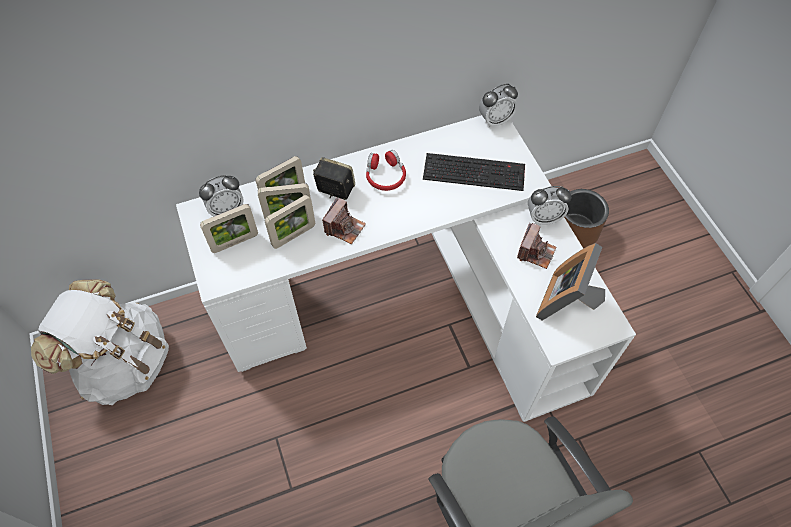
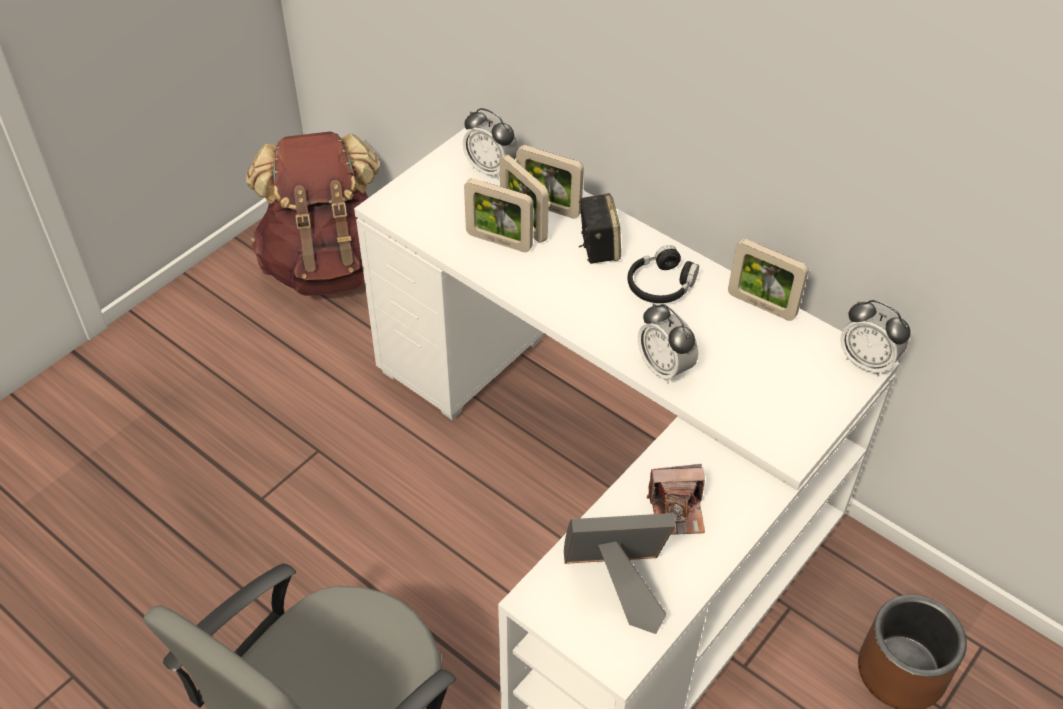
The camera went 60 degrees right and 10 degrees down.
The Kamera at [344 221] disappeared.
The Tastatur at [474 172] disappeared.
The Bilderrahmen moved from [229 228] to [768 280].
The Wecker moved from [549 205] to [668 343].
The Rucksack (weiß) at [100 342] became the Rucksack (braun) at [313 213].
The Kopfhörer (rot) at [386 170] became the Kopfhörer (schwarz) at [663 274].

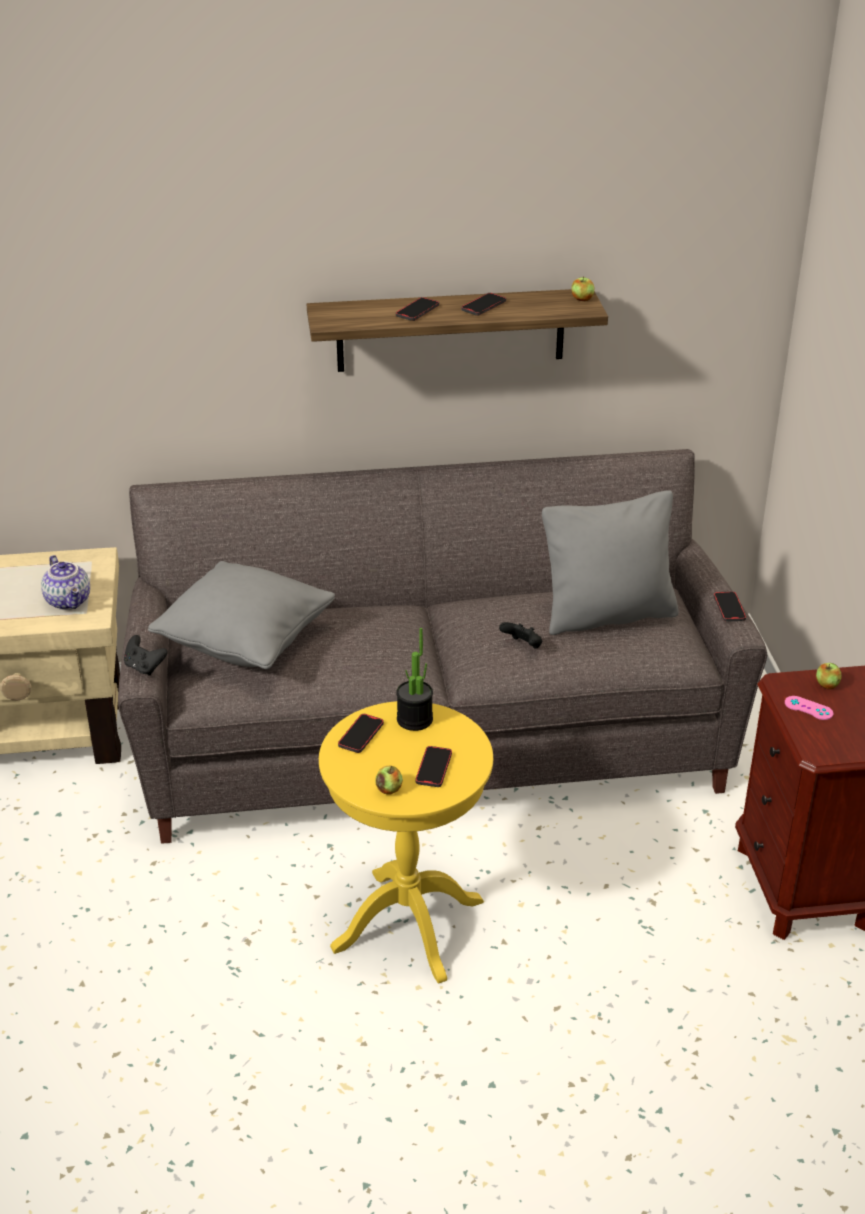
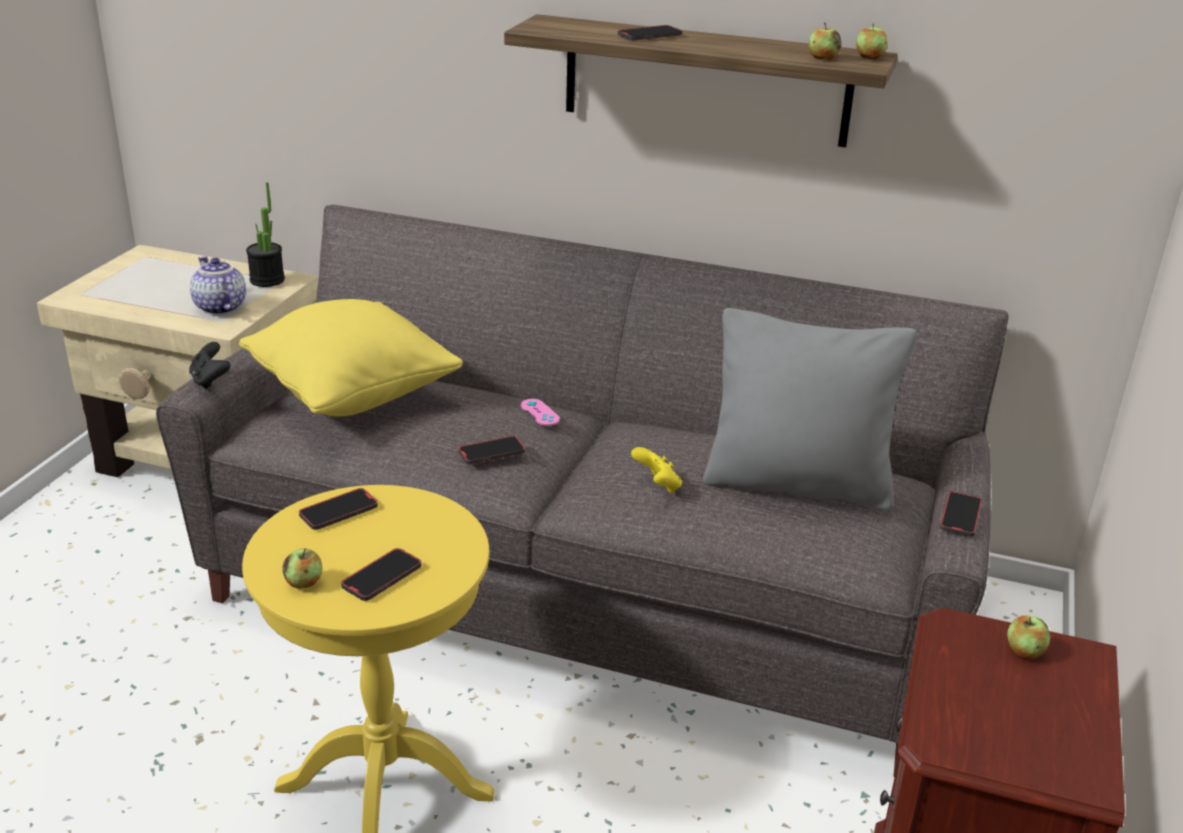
The camera went 25 degrees right and 5 degrees down.
The Apfel at [825 41] appeared.
The Topfpflanze moved from [414 679] to [265 234].
The Handy moved from [483 304] to [491 450].
The Gamepad (rosa) moved from [809 708] to [540 412].
The Kissen (grau) at [241 615] became the Kissen (gelb) at [351 357].
The Gamepad (schwarz) at [520 635] became the Gamepad (gelb) at [656 470].
The Teekanne at [65 582] turned 150 degrees clockwise.

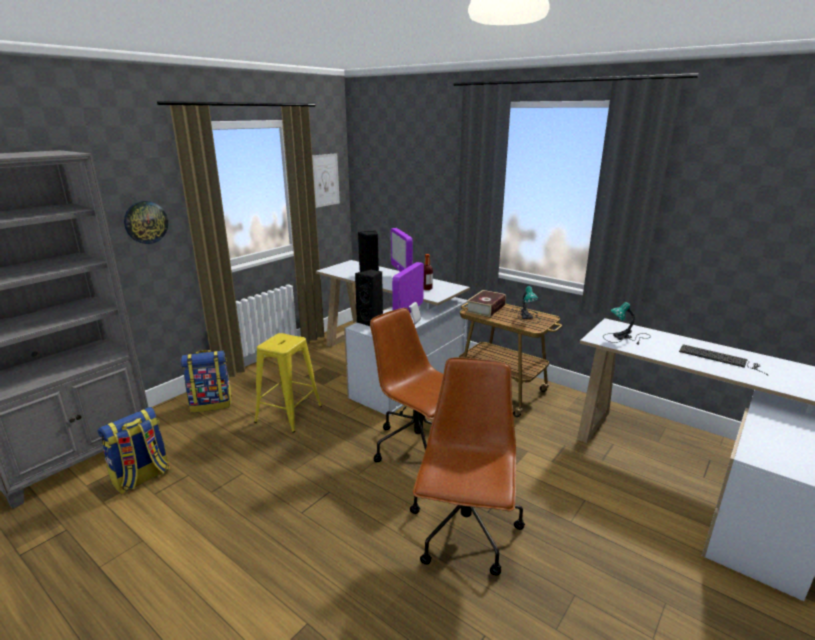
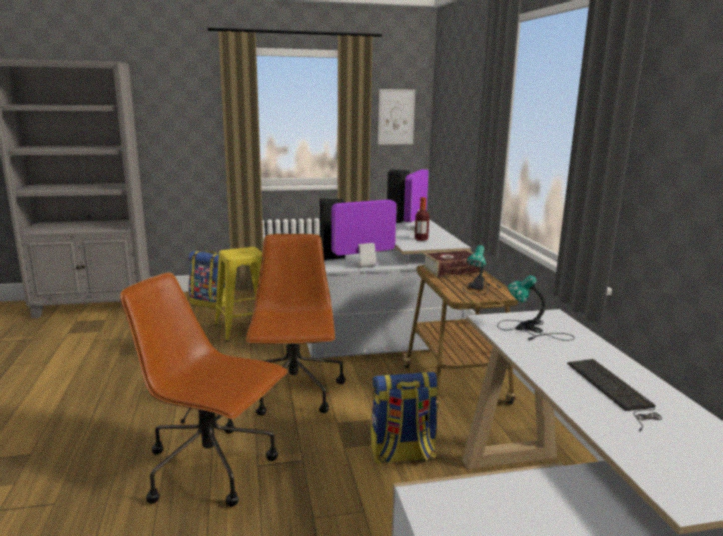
The camera went 40 degrees right and 5 degrees down.
The Wanduhr at [146 222] disappeared.
The Rucksack moved from [133 450] to [405 418].
The Bürostuhl (braun) at [467 466] turned 120 degrees counterclockwise.

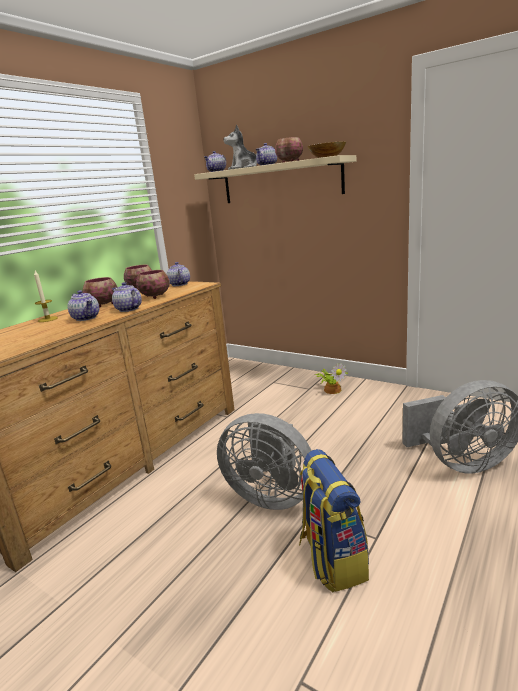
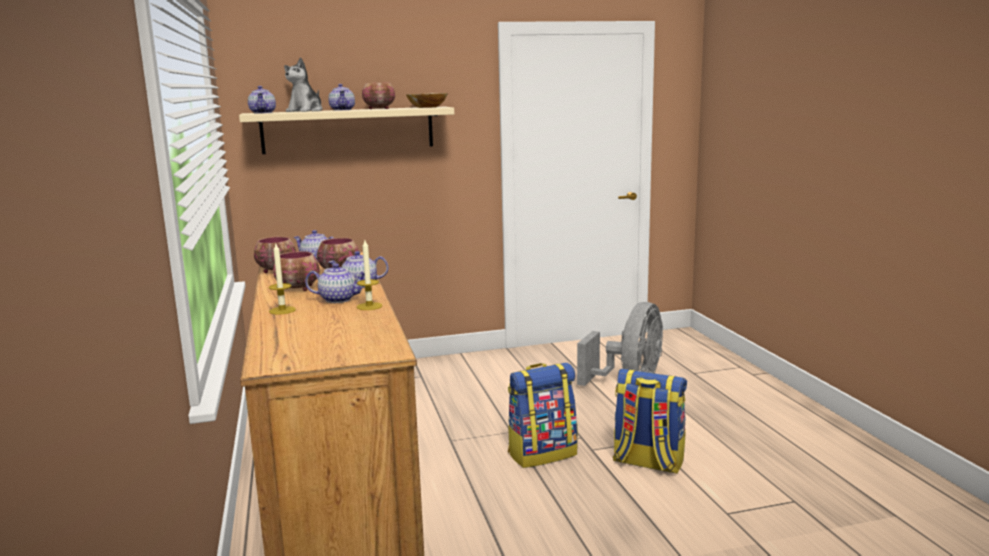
The camera went 50 degrees left and 5 degrees down.
The Topfpflanze at [332 378] disappeared.
The Kerze at [370 275] appeared.
The Ventilator (grau) at [264 461] was replaced by the Rucksack at [543 415].

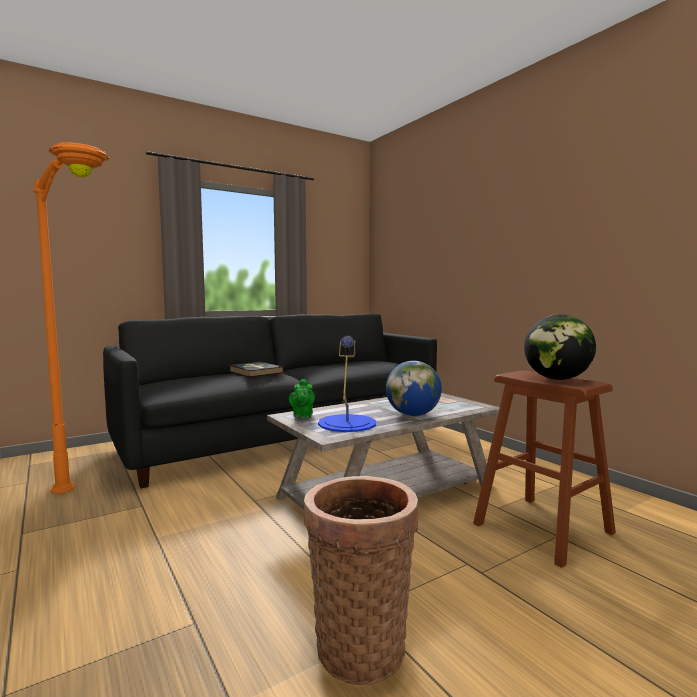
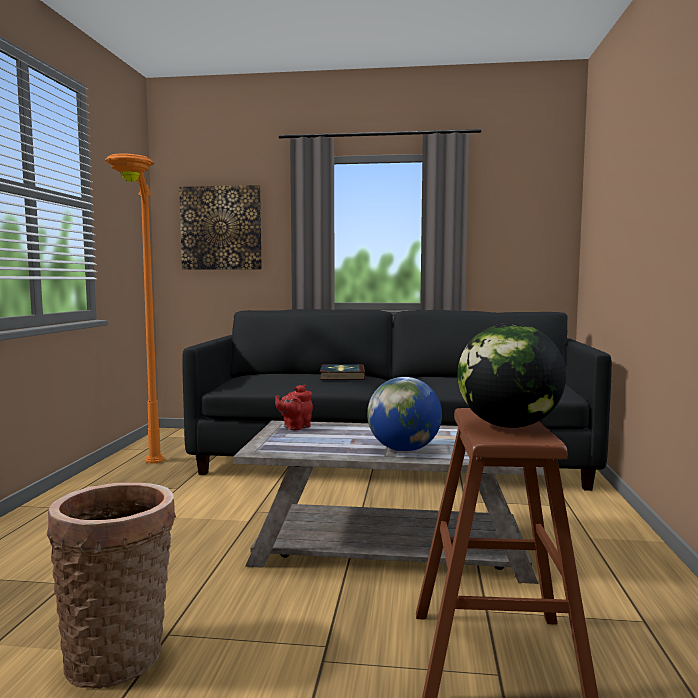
The camera went 40 degrees right and 0 degrees up.
The Tischlampe (blau) at [347 383] disappeared.
The Bild at [220 227] appeared.
The Teekanne (grün) at [302 399] became the Teekanne (rot) at [294 407].

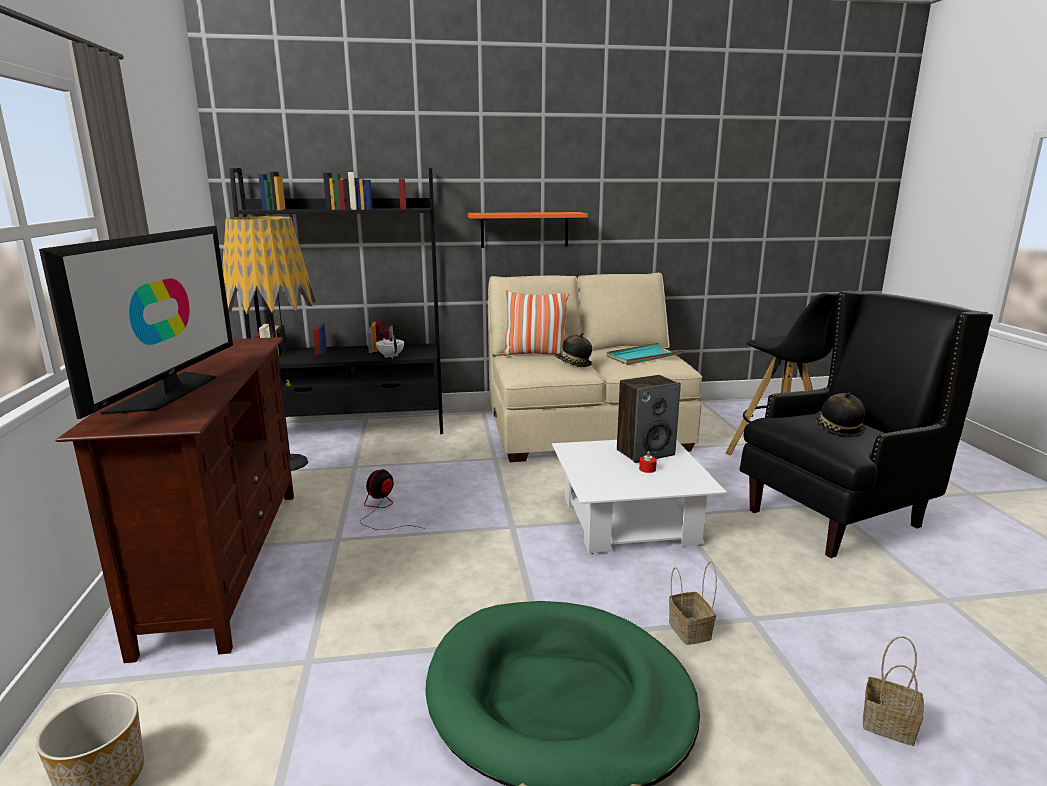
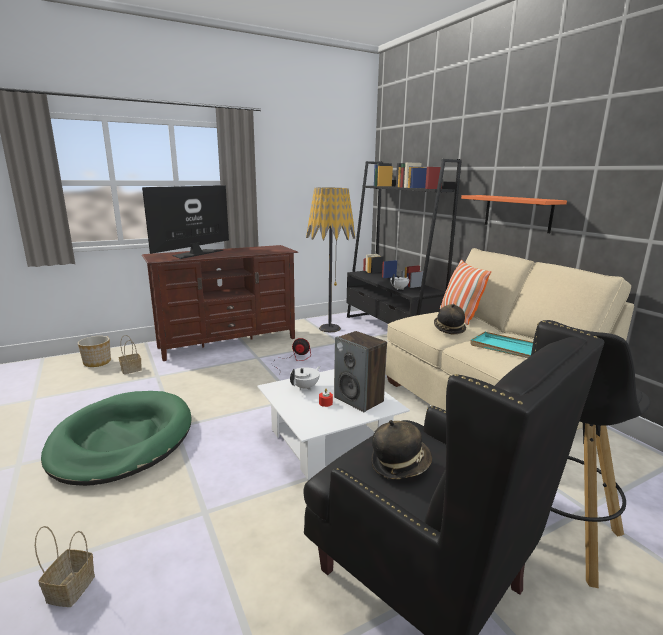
The camera went 70 degrees right and 0 degrees up.
The Teekanne (weiß) at [305 378] appeared.
The Korb moved from [693 603] to [130 354].
The Fernseher at [136 322] turned 135 degrees clockwise.

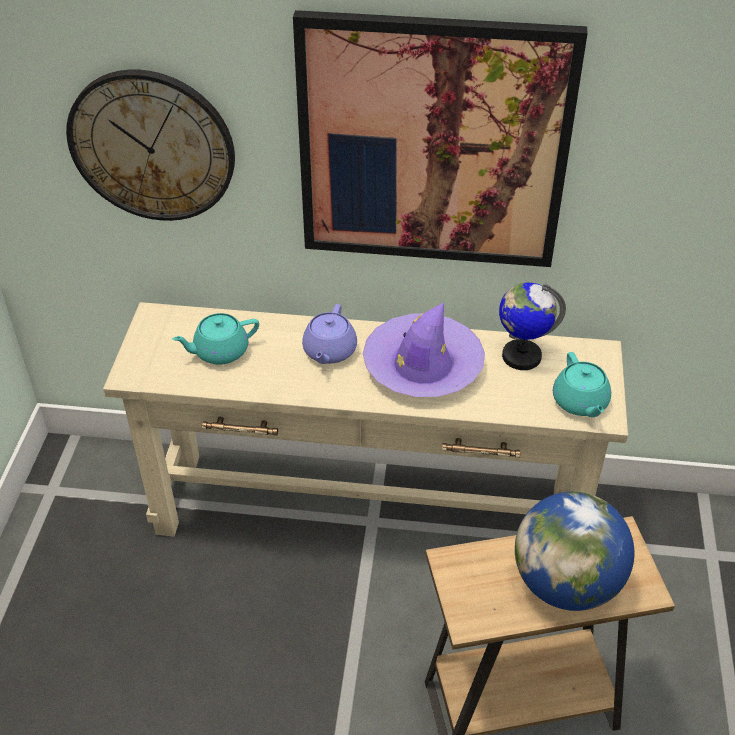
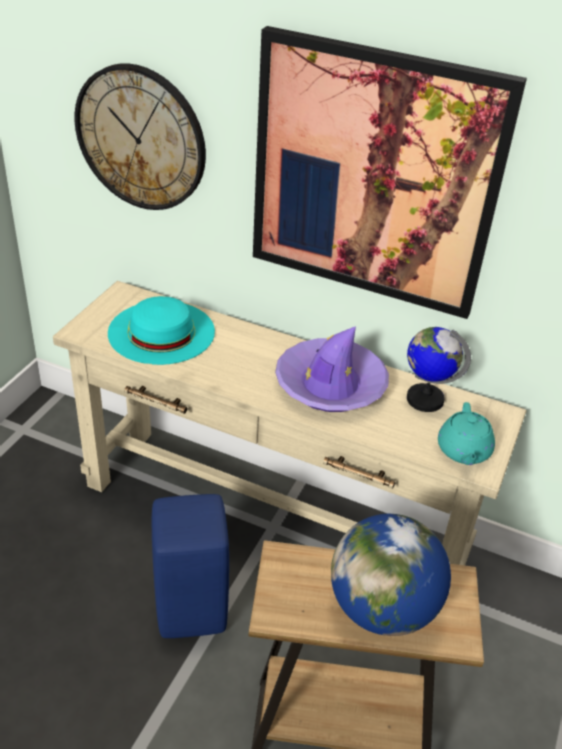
The camera went 15 degrees right and 5 degrees down.
The Teekanne (lila) at [329 334] disappeared.
The Hocker (blau) at [190 566] appeared.
The Teekanne (türkis) at [215 339] was replaced by the Hut (türkis) at [161 330].

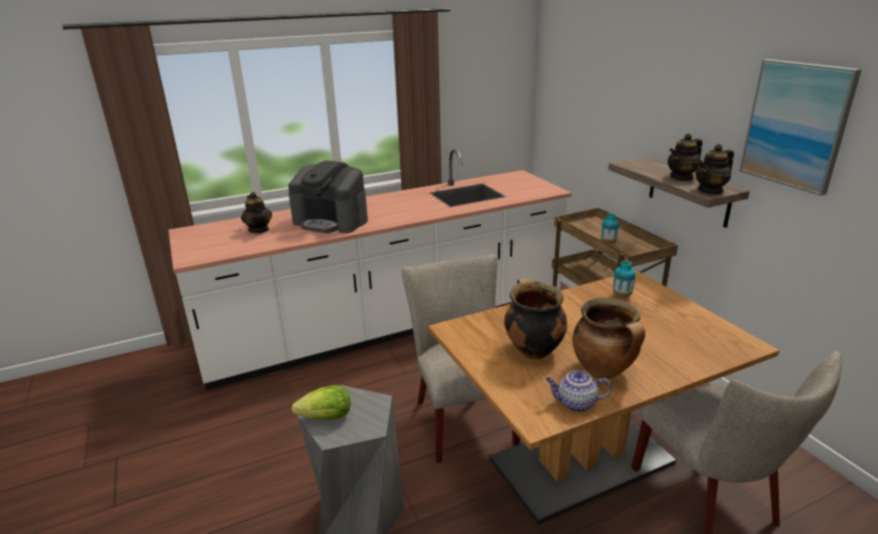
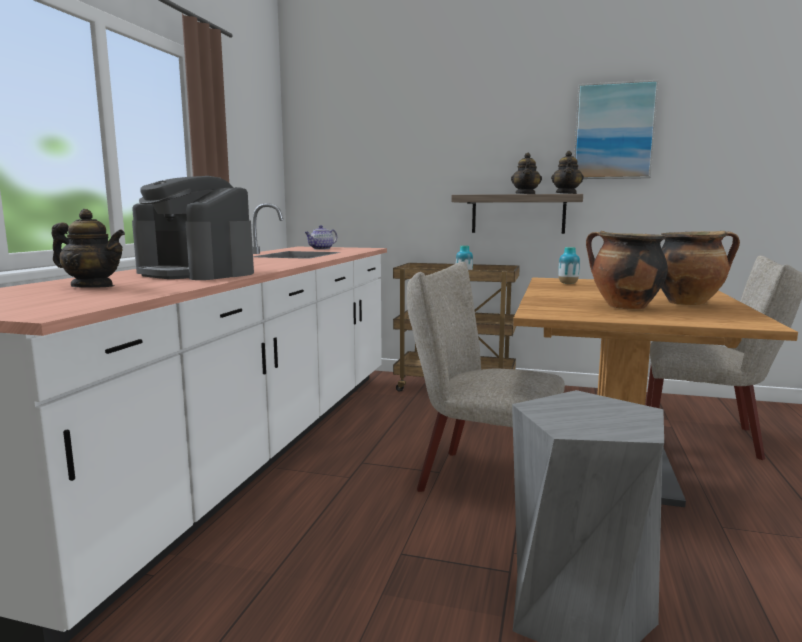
The camera went 50 degrees left and 15 degrees down.
The Salatkopf at [321 402] disappeared.
The Teekanne moved from [579 391] to [320 237].
The Kaffeemaschine at [328 196] turned 60 degrees clockwise.

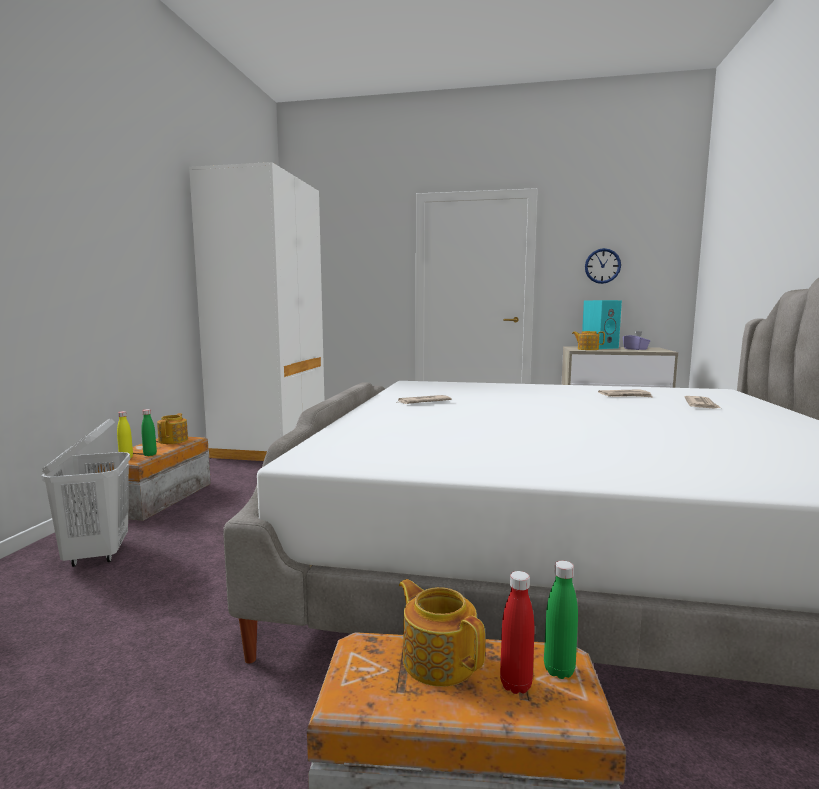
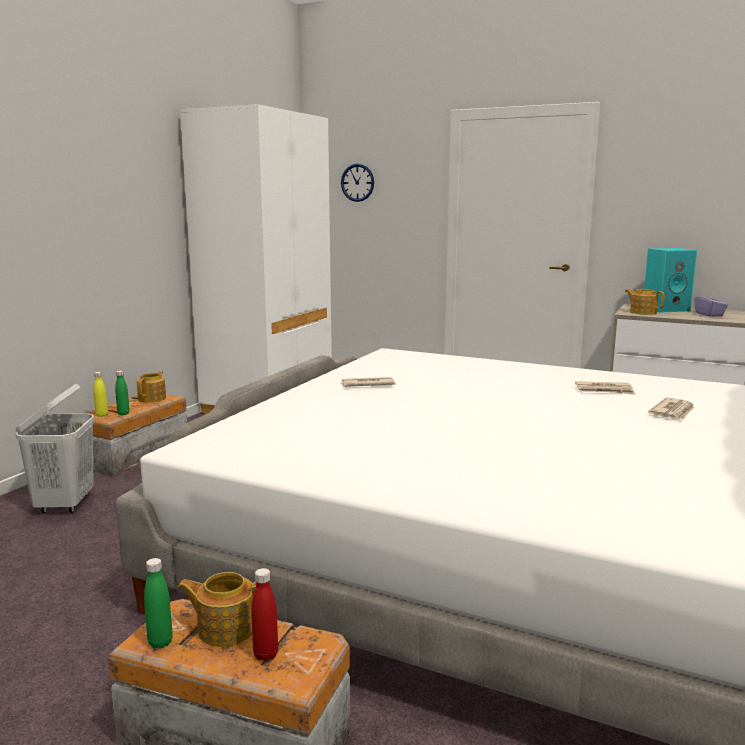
The camera went 15 degrees right and 5 degrees up.
The Flasche (grün) moved from [561 620] to [158 603].
The Wanduhr moved from [603 266] to [357 183].
The Teekanne at [442 632] turned 60 degrees counterclockwise.

